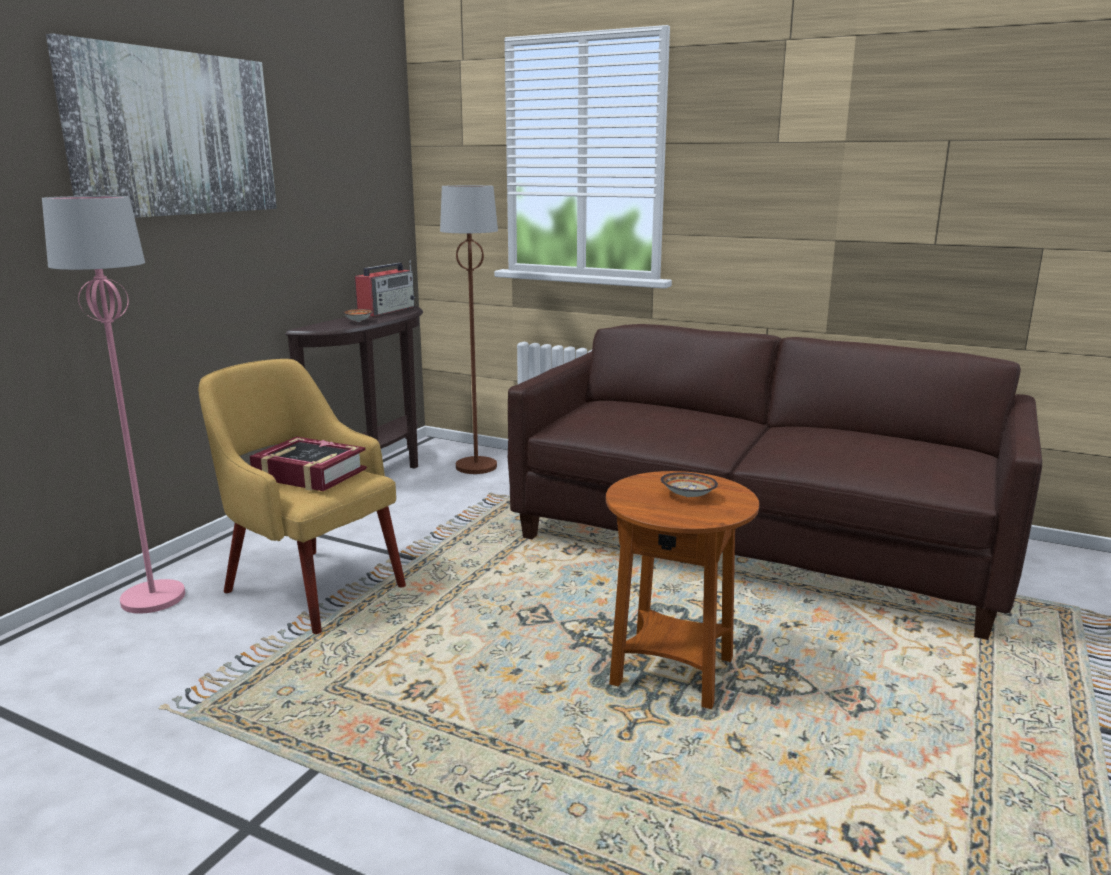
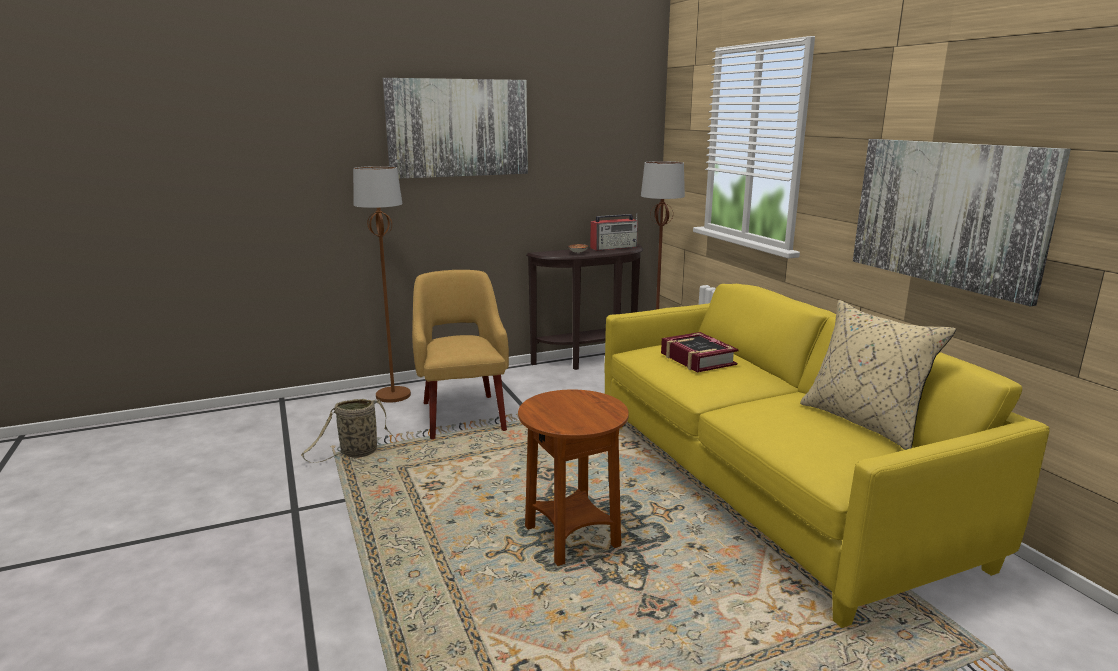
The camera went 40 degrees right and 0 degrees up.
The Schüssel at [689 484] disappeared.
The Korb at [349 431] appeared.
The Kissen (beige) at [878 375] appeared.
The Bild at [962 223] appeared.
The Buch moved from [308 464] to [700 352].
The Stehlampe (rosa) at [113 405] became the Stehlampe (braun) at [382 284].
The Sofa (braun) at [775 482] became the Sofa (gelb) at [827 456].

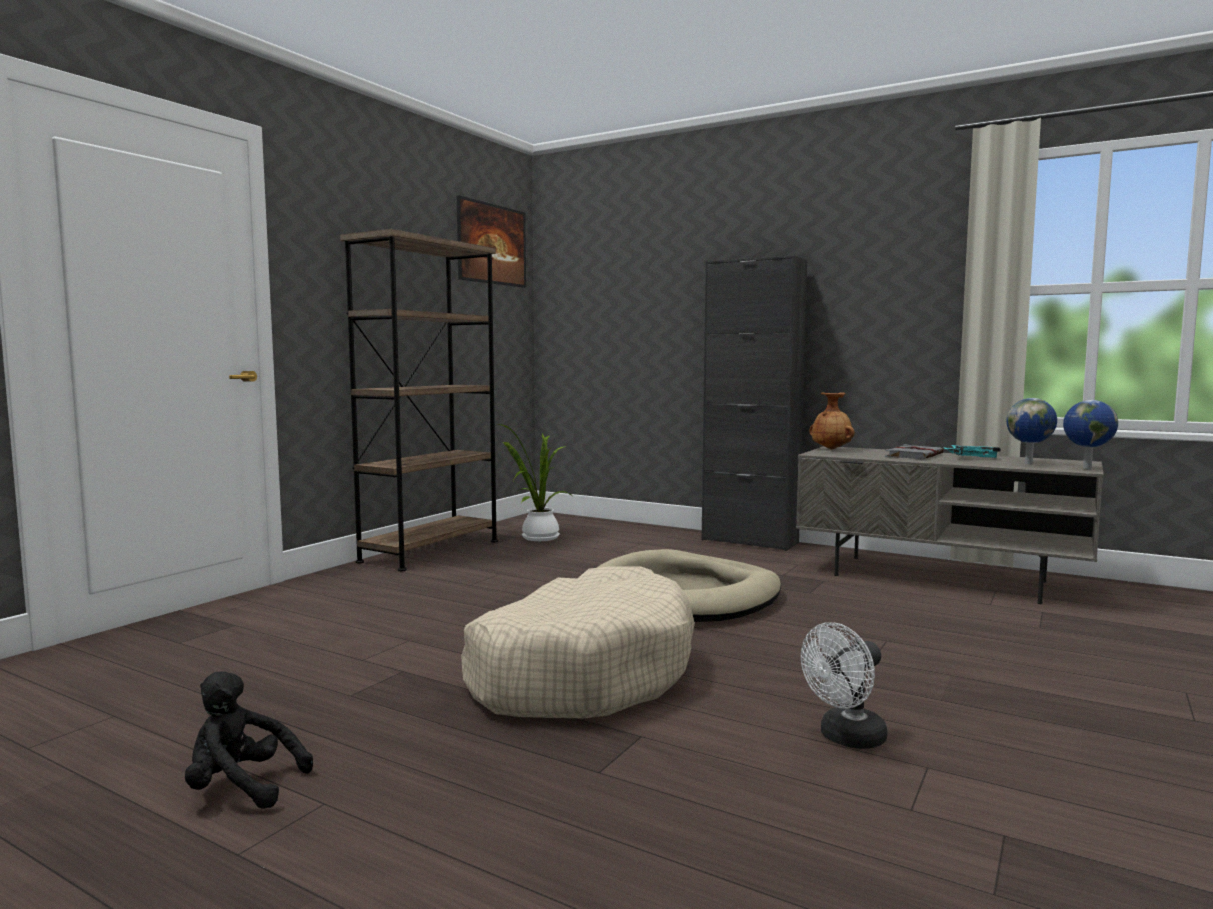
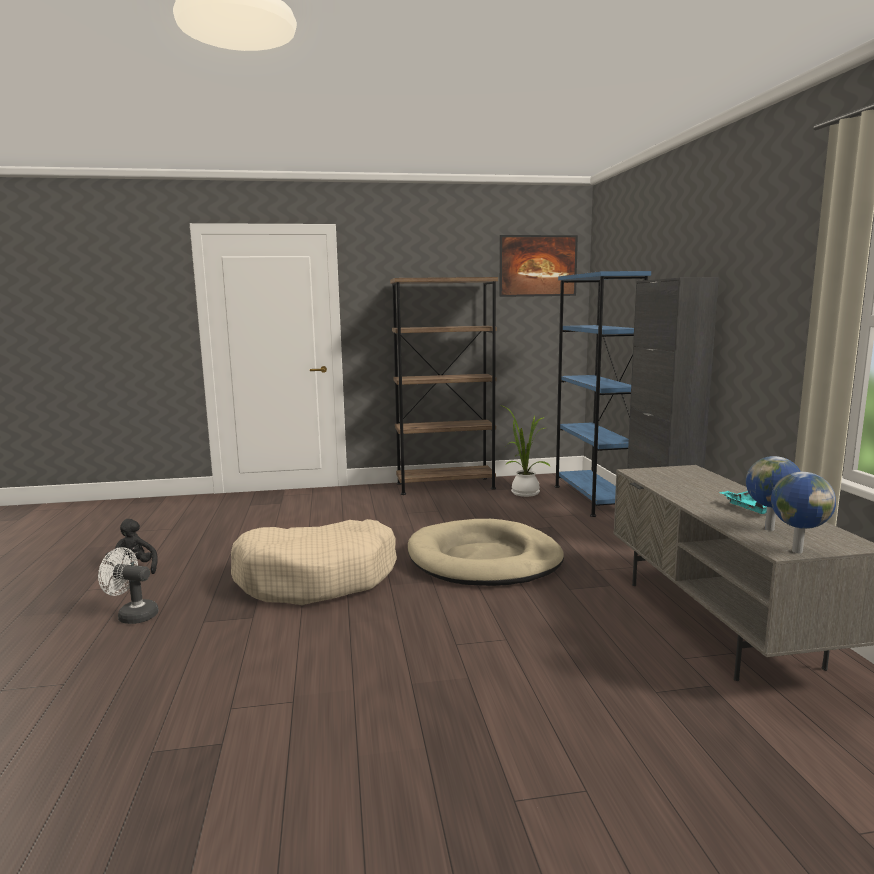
The camera went 50 degrees right and 5 degrees up.
The Vase (braun) at [832 421] disappeared.
The Buch (grau) at [914 452] disappeared.
The Bücherregal (blau) at [602 394] appeared.
The Ventilator (weiß) moved from [844 685] to [128 585].

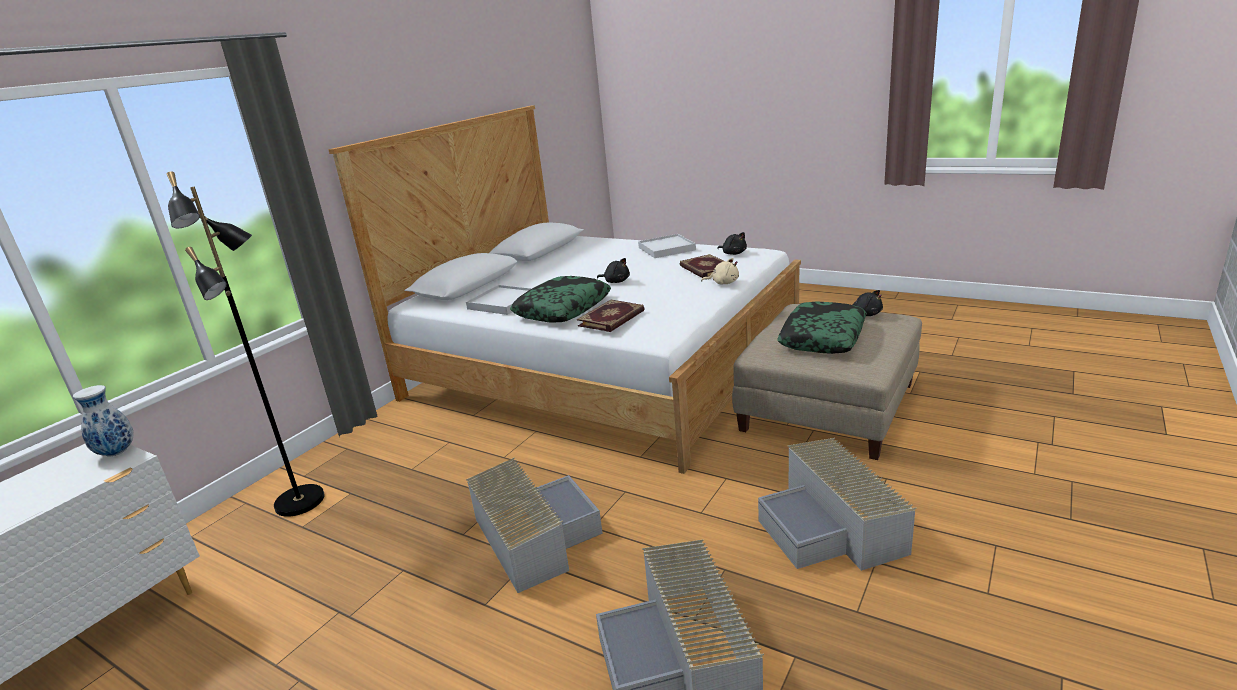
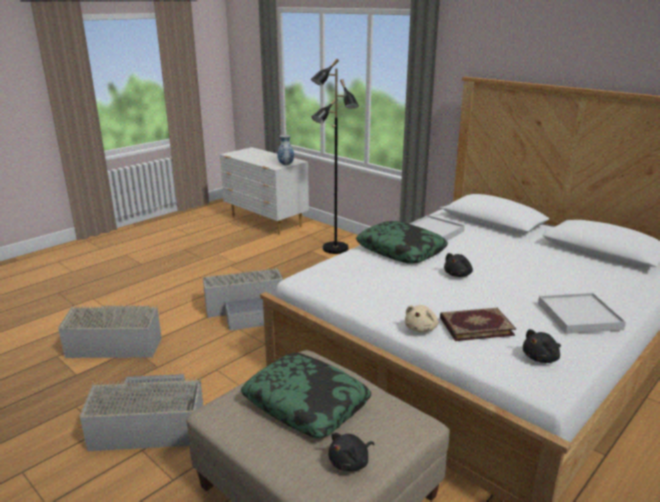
The camera went 100 degrees right and 0 degrees up.
The Buch at [611 316] disappeared.

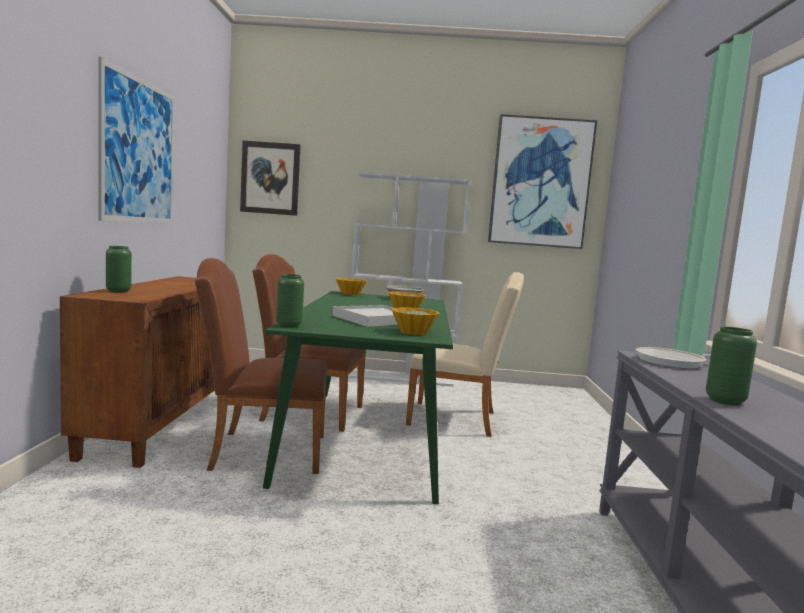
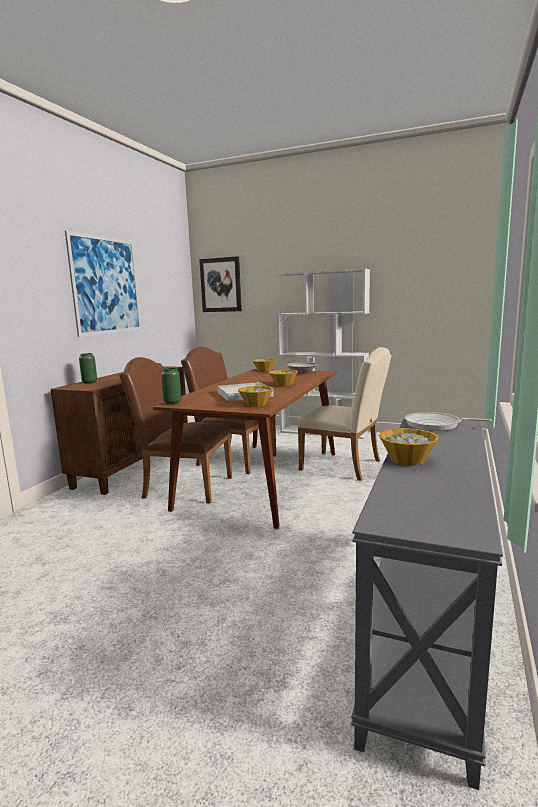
The camera went 20 degrees right and 5 degrees up.
The Bild at [542 181] disappeared.
The Vase (grün) at [731 366] was replaced by the Schüssel at [409 447].
The Esstisch (grün) at [358 397] became the Esstisch (braun) at [245 449].

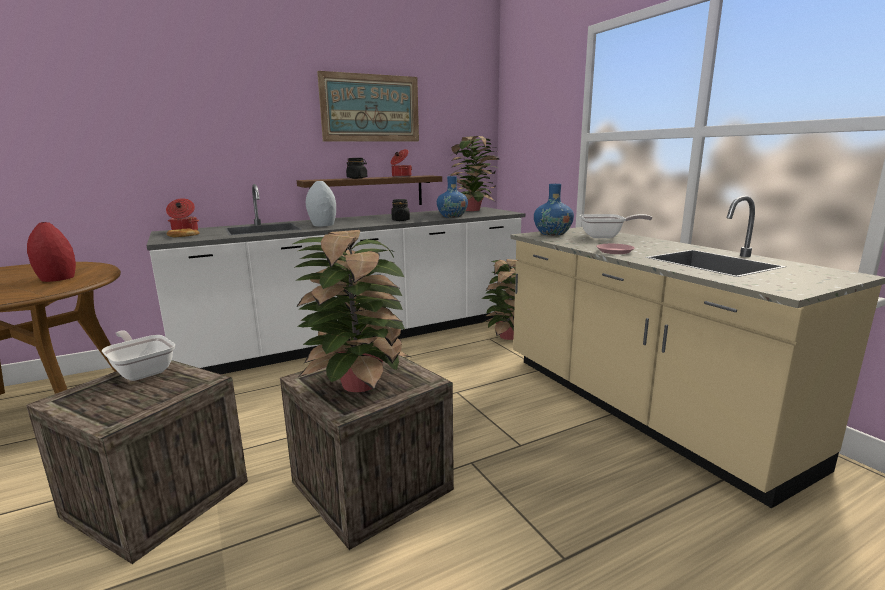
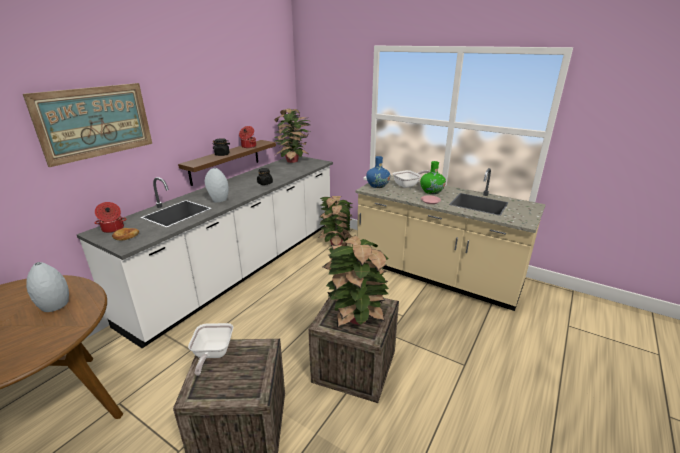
The camera went 30 degrees left and 10 degrees up.
The Vase (blau) at [452 197] disappeared.
The Vase (grün) at [433 177] appeared.
The Bild moved from [368 106] to [87 125].
The Vase (rot) at [51 252] became the Vase (grau) at [47 287].
The Pfanne at [138 355] turned 105 degrees counterclockwise.

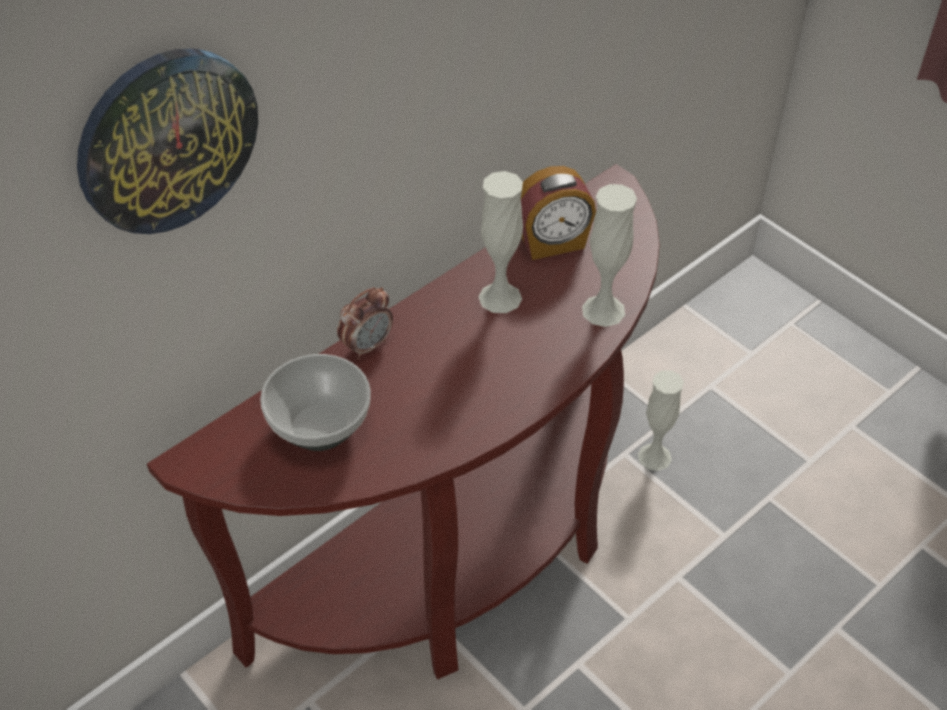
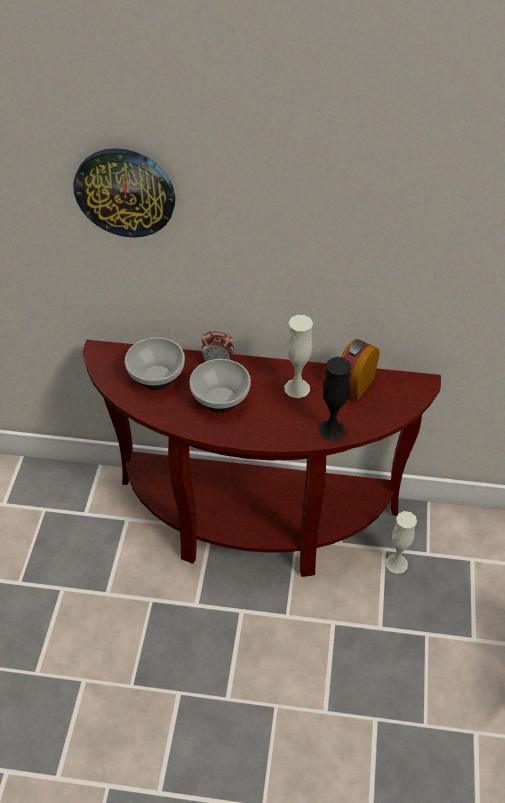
The camera went 50 degrees right and 0 degrees up.
The Schüssel at [220 386] appeared.
The Vase (weiß) at [609 255] became the Vase (schwarz) at [334 399].
The Wecker at [558 213] turned 90 degrees clockwise.

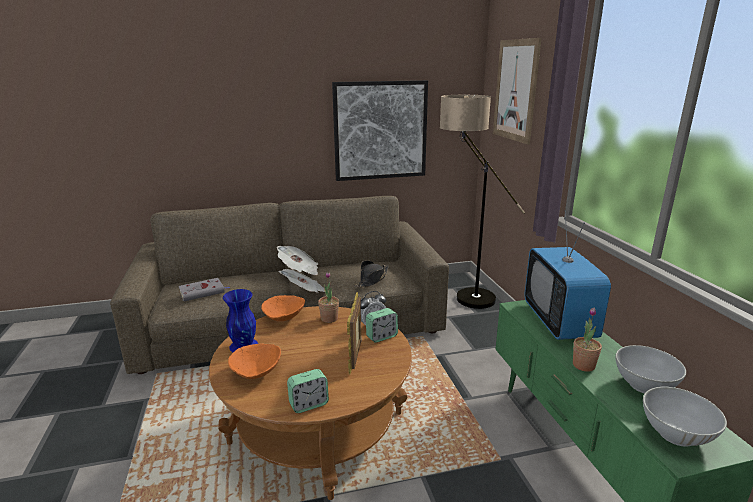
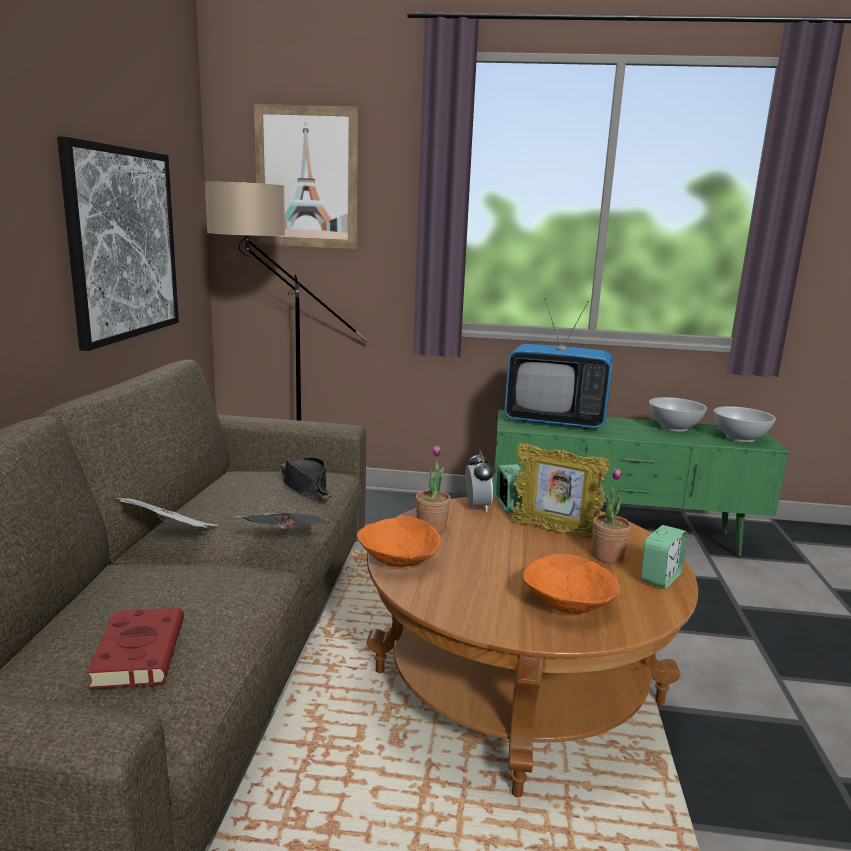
The camera went 70 degrees left and 5 degrees down.
The Vase (blau) at [240 320] disappeared.
The Topfpflanze moved from [587 340] to [611 515].
The Buch (grau) at [204 289] became the Buch (rot) at [135 648].
The Wecker at [308 391] turned 45 degrees clockwise.

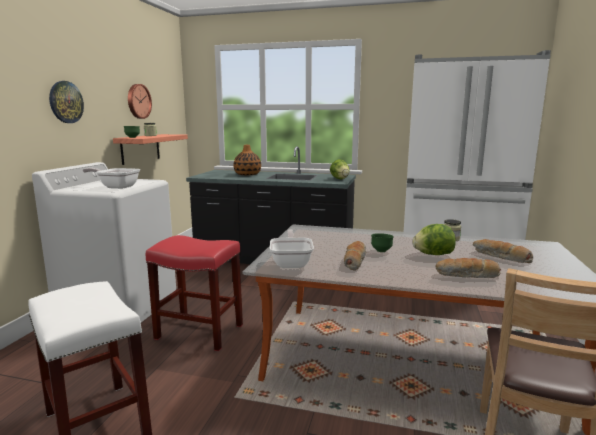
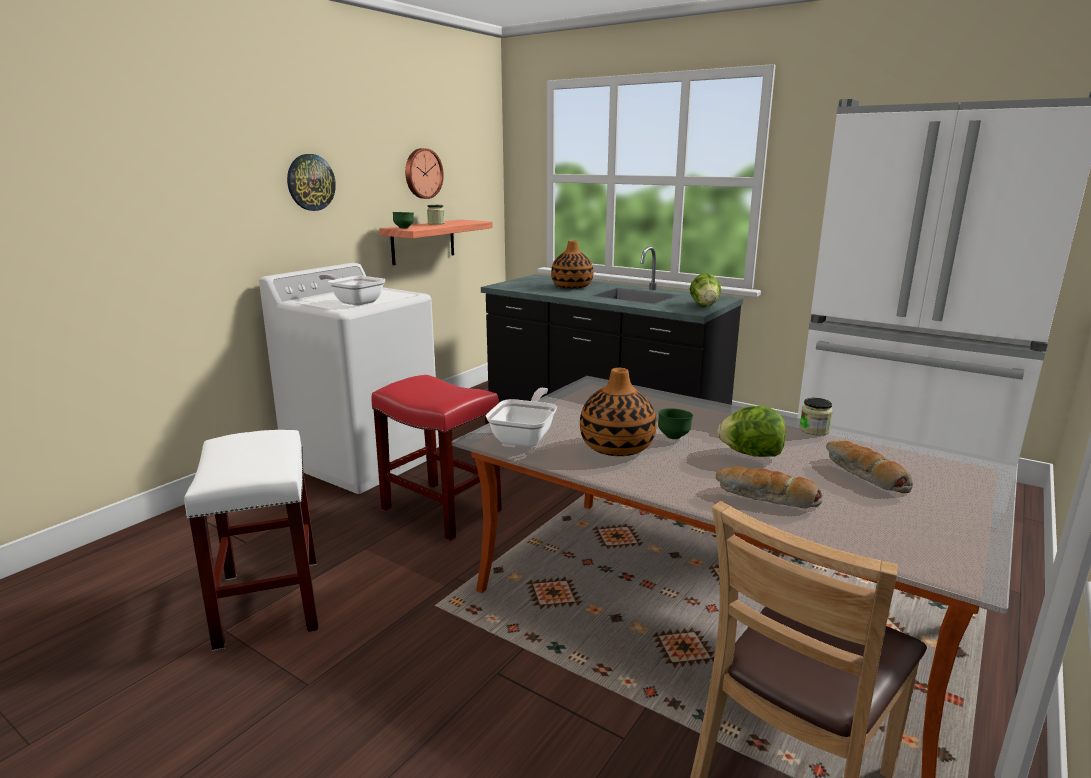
The camera went 20 degrees right and 5 degrees up.
The Brot at [355 256] was replaced by the Vase at [618 412].

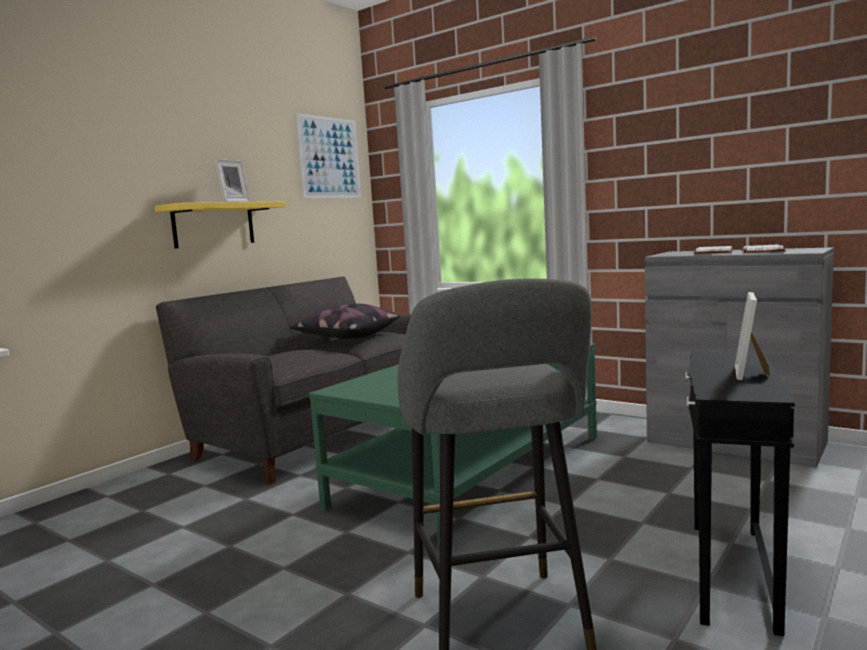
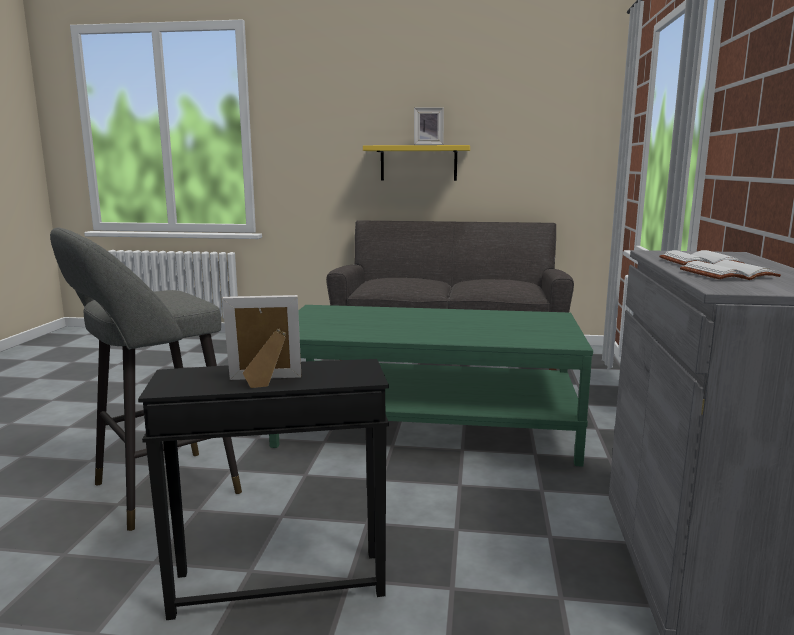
The camera went 60 degrees right and 5 degrees up.
The Kissen at [344 321] disappeared.
The Bild at [328 155] disappeared.

